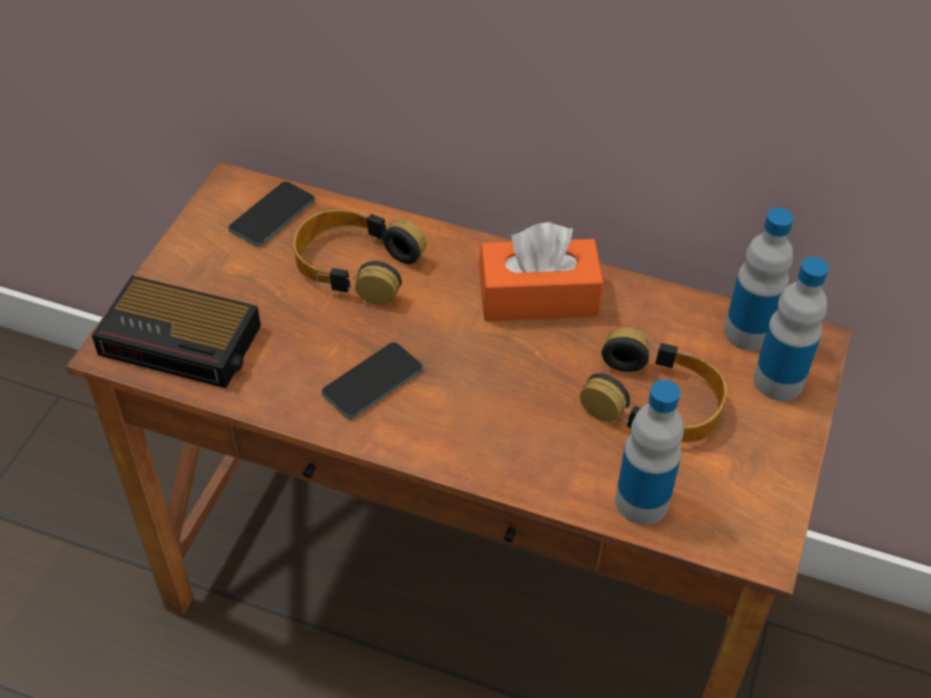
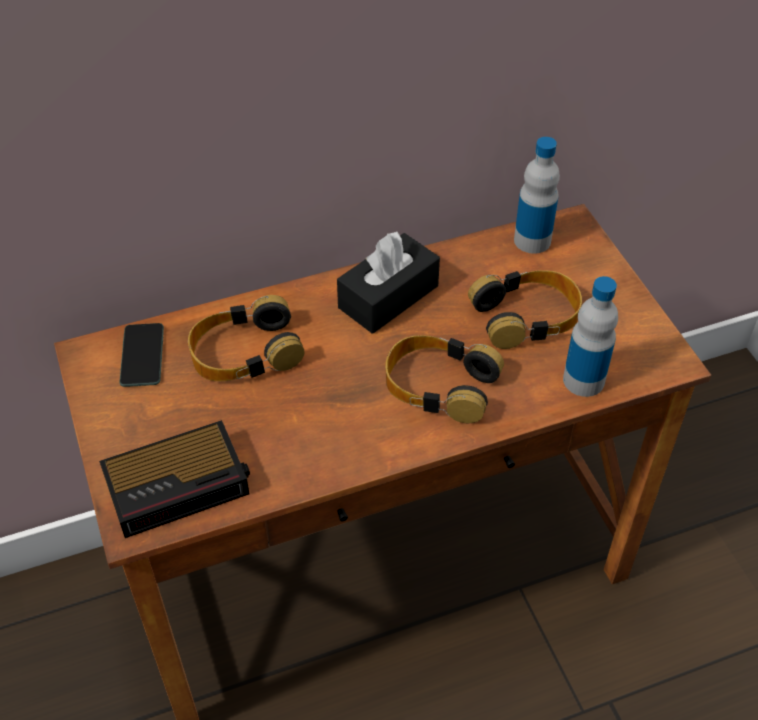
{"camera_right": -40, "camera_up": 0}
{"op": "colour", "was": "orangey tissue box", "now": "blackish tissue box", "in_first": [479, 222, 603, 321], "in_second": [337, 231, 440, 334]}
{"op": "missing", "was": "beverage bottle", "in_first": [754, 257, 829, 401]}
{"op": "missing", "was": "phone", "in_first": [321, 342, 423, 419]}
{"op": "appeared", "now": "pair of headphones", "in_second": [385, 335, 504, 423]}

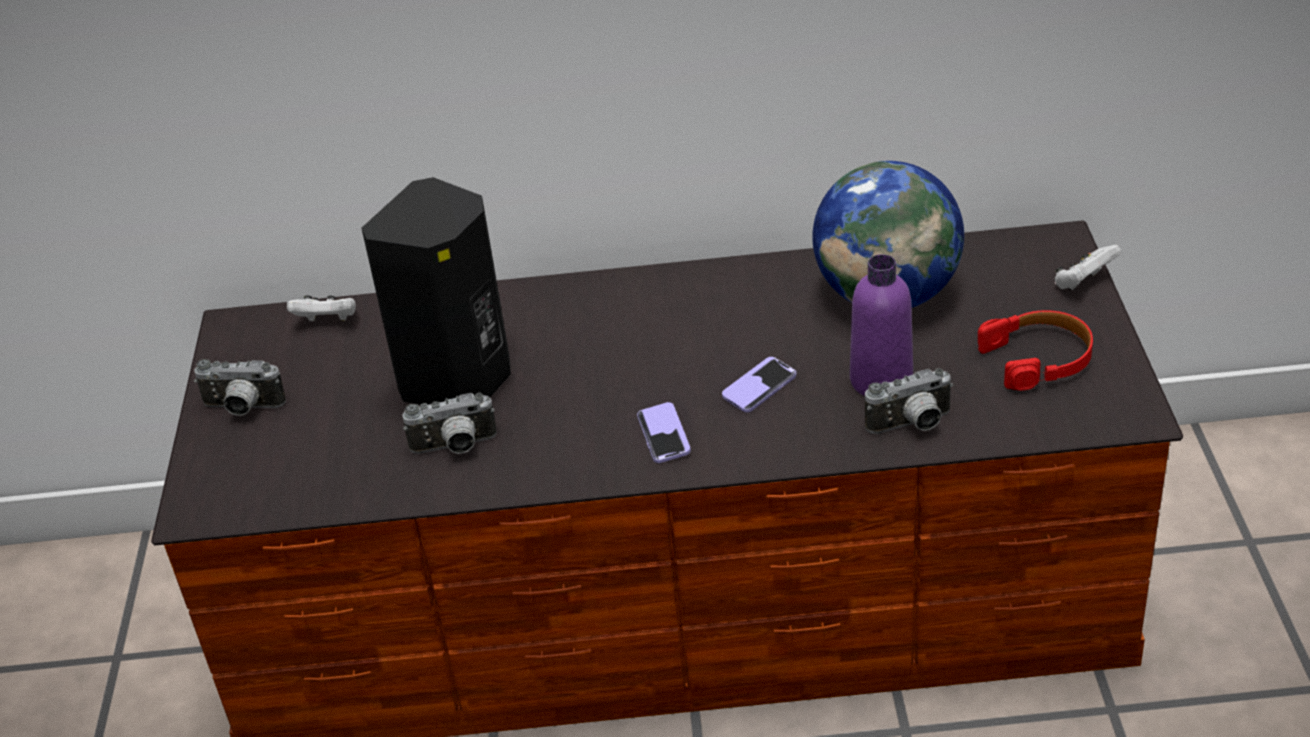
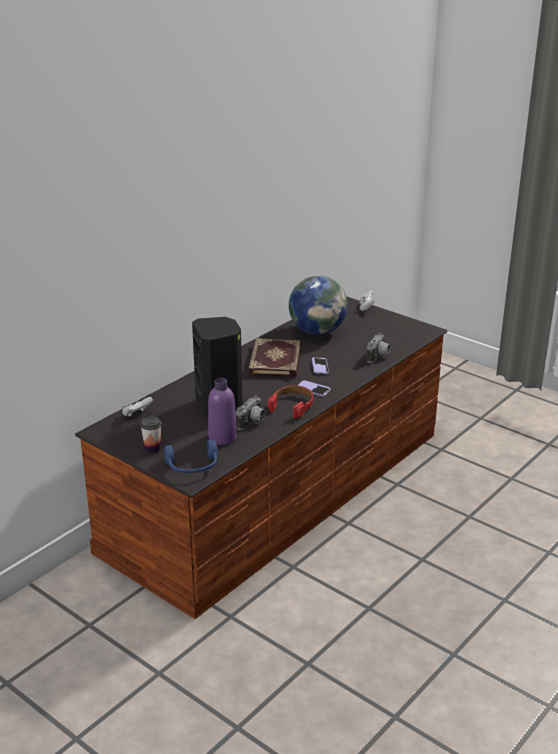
{"camera_right": -50, "camera_up": -10}
{"op": "relocated", "was": "purplish beverage bottle", "in_first": [850, 254, 913, 396], "in_second": [208, 378, 237, 445]}
{"op": "relocated", "was": "red-coloured pair of headphones", "in_first": [978, 310, 1093, 391], "in_second": [267, 385, 313, 419]}
{"op": "exchanged", "was": "photo camera", "now": "drinking cup", "in_first": [194, 359, 286, 416], "in_second": [140, 416, 162, 454]}
{"op": "appeared", "now": "volume", "in_second": [249, 338, 302, 378]}
{"op": "appeared", "now": "blue pair of headphones", "in_second": [164, 440, 218, 473]}

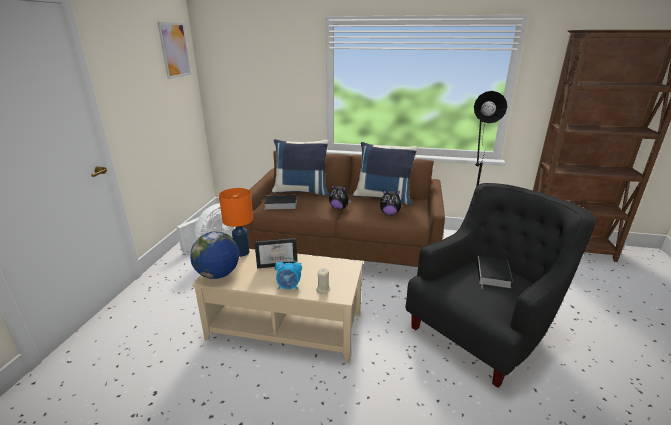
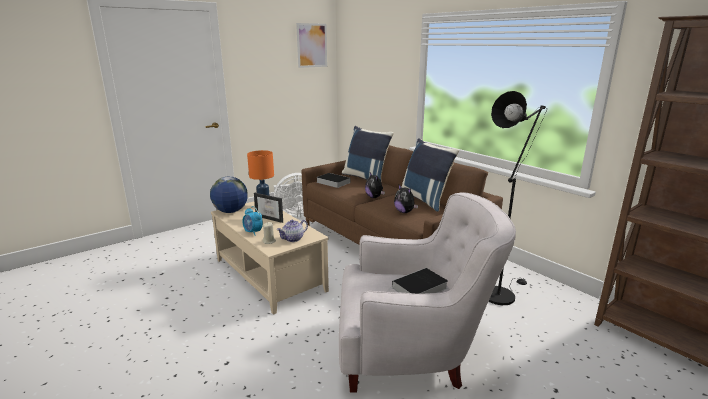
{"camera_right": 40, "camera_up": -5}
{"op": "colour", "was": "blackish armchair", "now": "white armchair", "in_first": [406, 183, 596, 388], "in_second": [339, 192, 516, 393]}
{"op": "appeared", "now": "teapot", "in_second": [277, 220, 308, 242]}

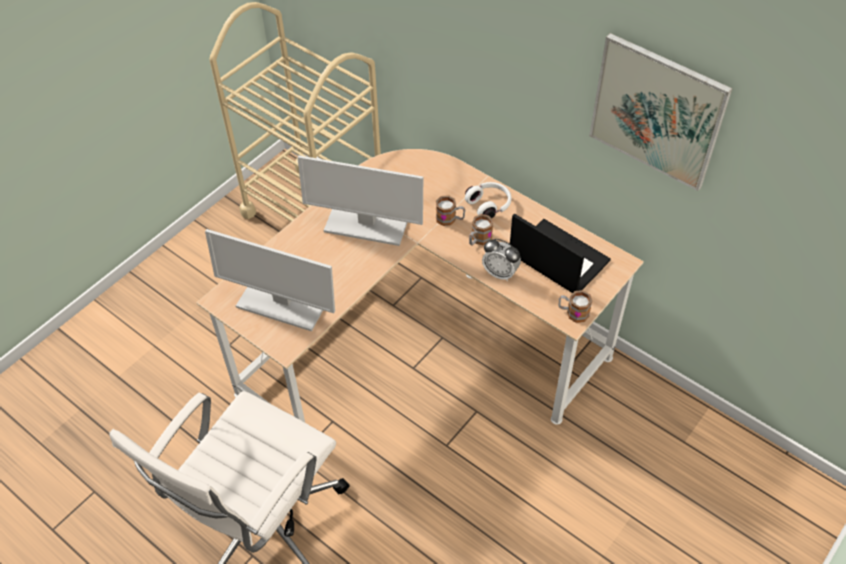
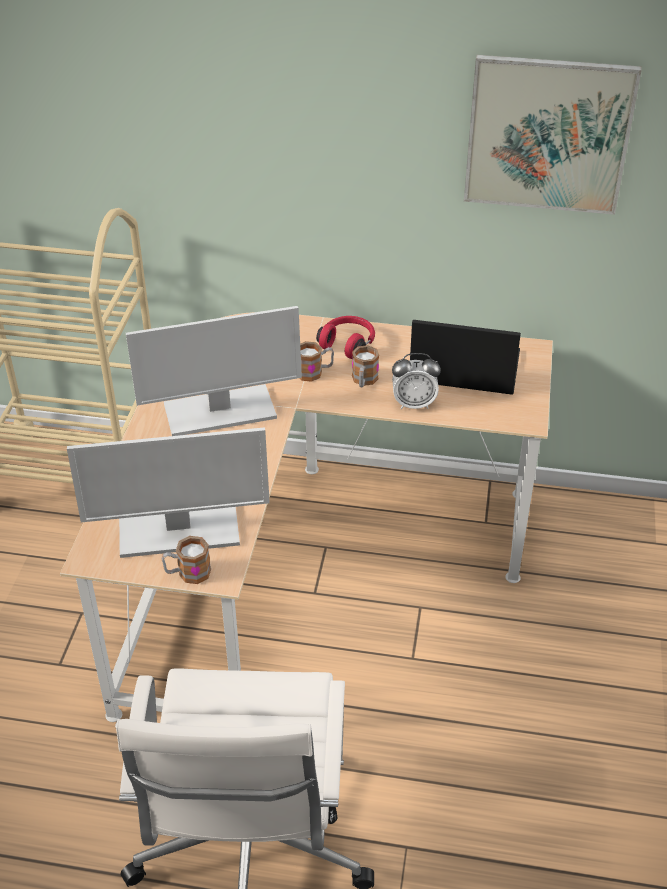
{"camera_right": -30, "camera_up": -10}
{"op": "colour", "was": "white pair of headphones", "now": "red-coloured pair of headphones", "in_first": [465, 182, 511, 219], "in_second": [316, 316, 375, 359]}
{"op": "relocated", "was": "coffee mug", "in_first": [559, 290, 593, 323], "in_second": [162, 536, 211, 584]}

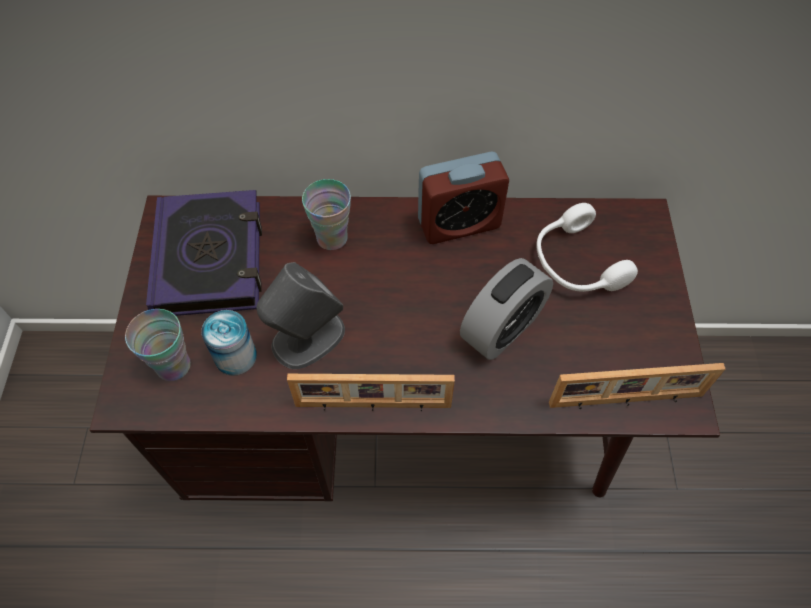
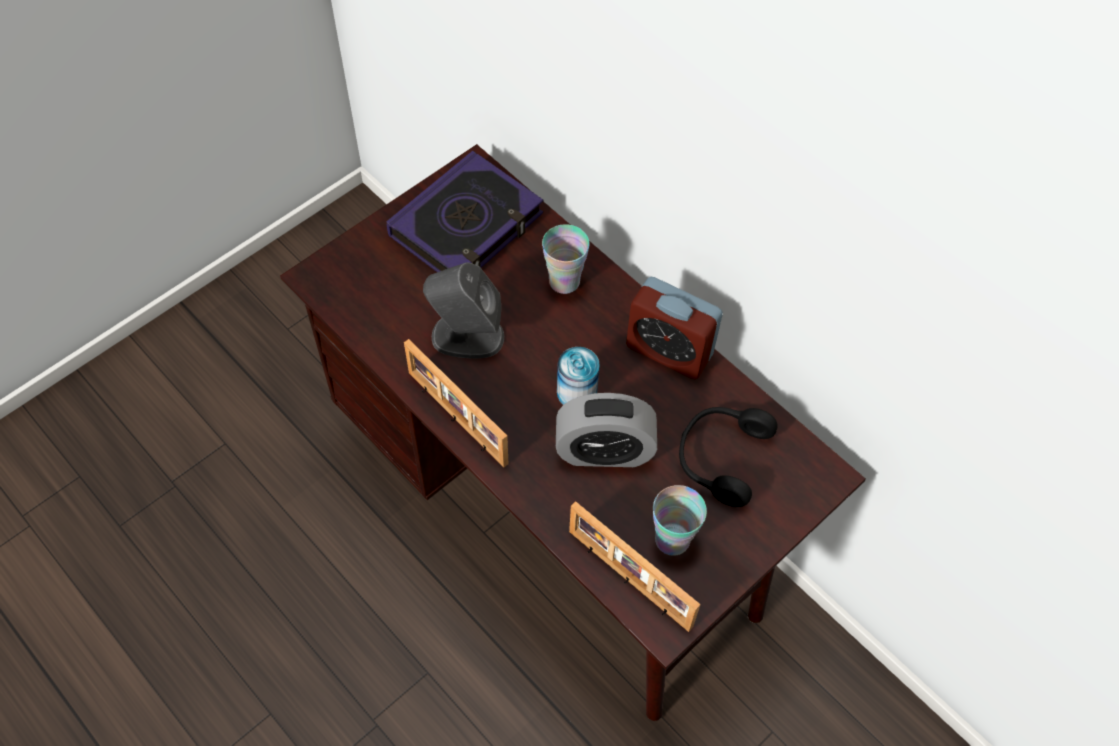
{"camera_right": 45, "camera_up": 0}
{"op": "colour", "was": "white pair of headphones", "now": "blackish pair of headphones", "in_first": [536, 203, 638, 292], "in_second": [679, 407, 778, 507]}
{"op": "relocated", "was": "drinking cup", "in_first": [125, 309, 191, 381], "in_second": [653, 485, 707, 556]}
{"op": "relocated", "was": "can", "in_first": [201, 310, 257, 376], "in_second": [557, 347, 600, 405]}

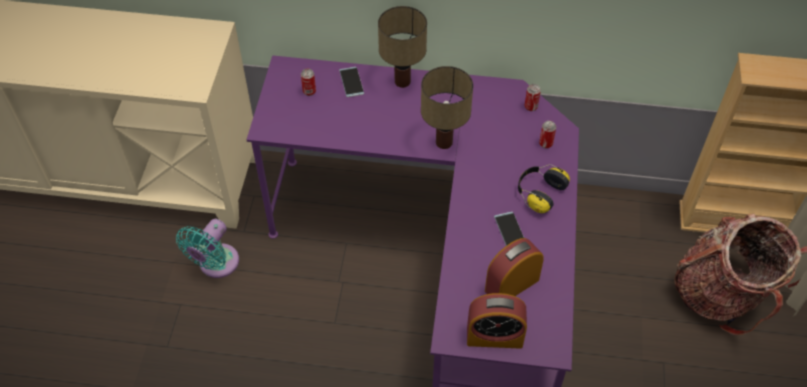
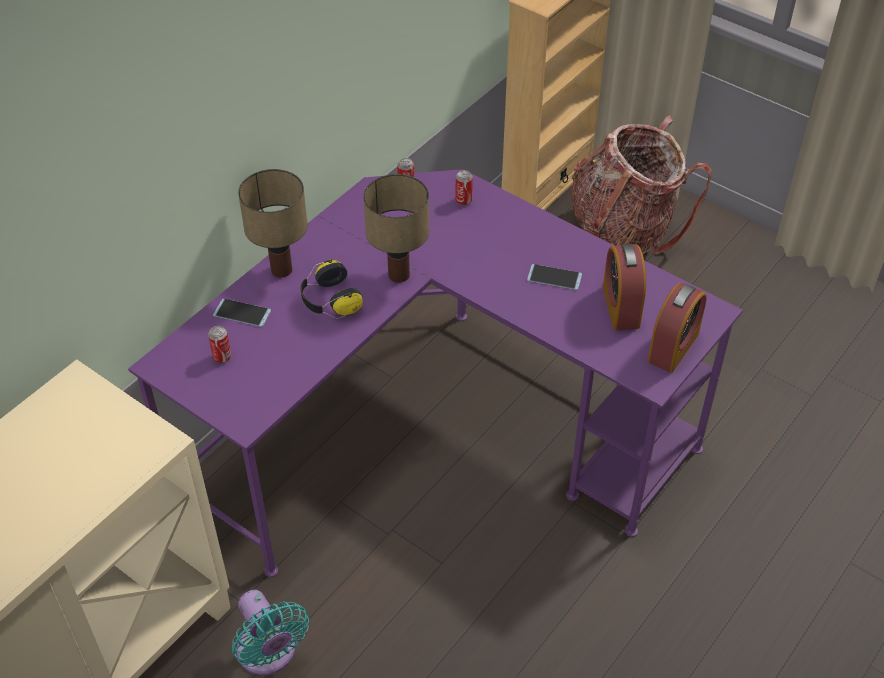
{"camera_right": -60, "camera_up": -5}
{"op": "relocated", "was": "pair of headphones", "in_first": [518, 164, 570, 213], "in_second": [301, 259, 363, 319]}

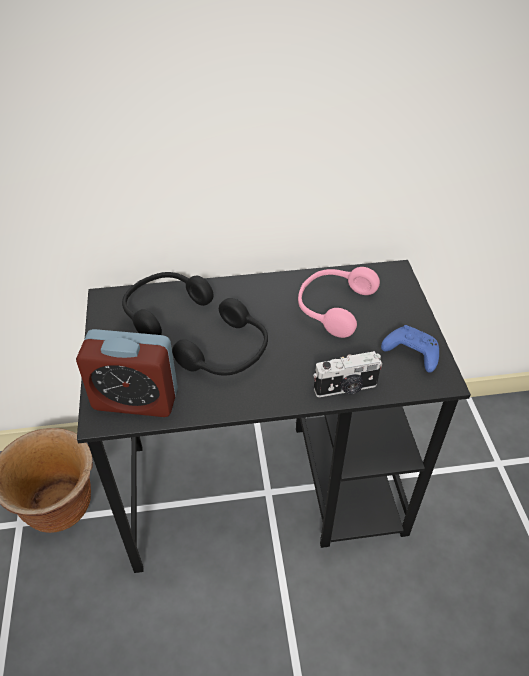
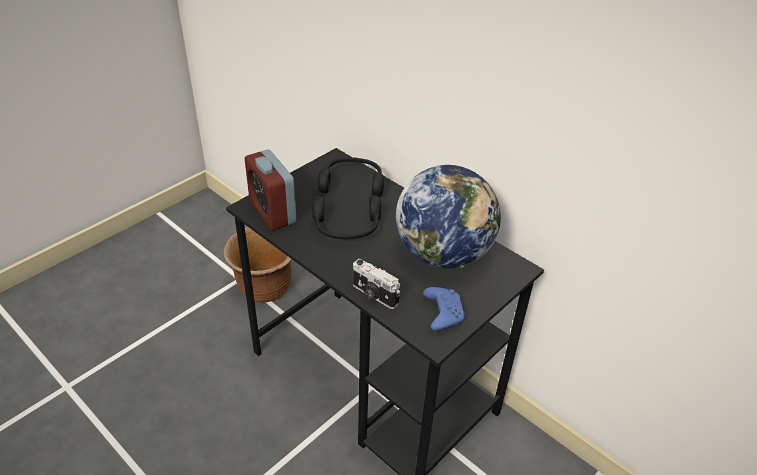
{"camera_right": 50, "camera_up": -5}
{"op": "exchanged", "was": "pinkish pair of headphones", "now": "world globe", "in_first": [298, 267, 380, 338], "in_second": [396, 165, 501, 269]}

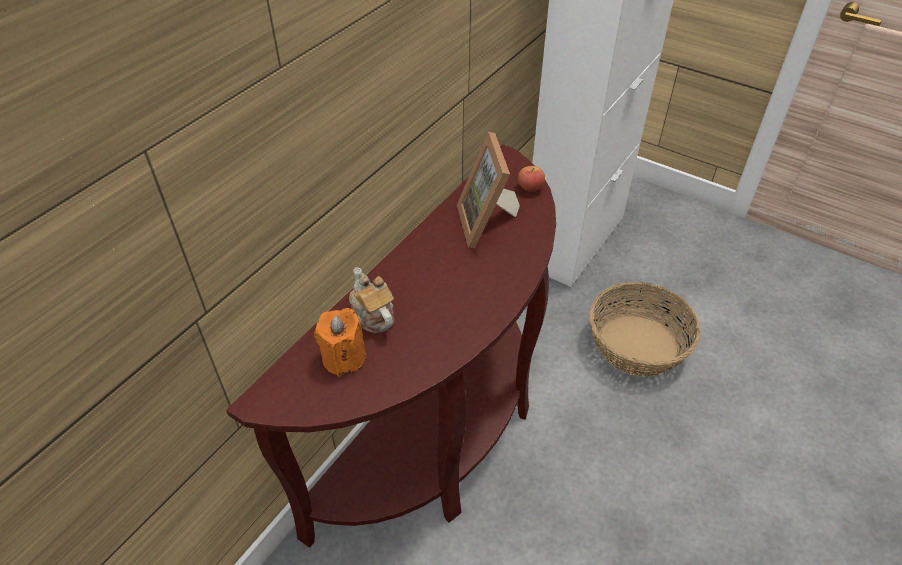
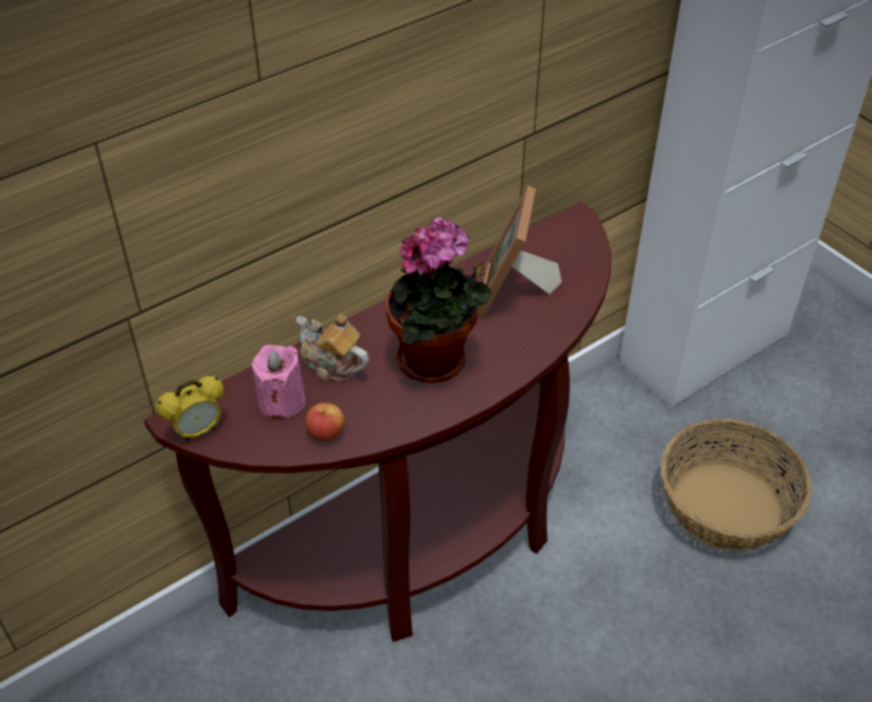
{"camera_right": 20, "camera_up": 0}
{"op": "relocated", "was": "apple", "in_first": [518, 166, 545, 192], "in_second": [305, 403, 345, 441]}
{"op": "spun", "was": "teapot", "in_first": [349, 267, 394, 333], "in_second": [296, 314, 369, 382], "clockwise": -45}
{"op": "colour", "was": "orangey wax light", "now": "pinkish wax light", "in_first": [314, 308, 367, 377], "in_second": [251, 344, 306, 419]}
{"op": "appeared", "now": "plant in a pot", "in_second": [385, 217, 492, 383]}
{"op": "appeared", "now": "alarm clock", "in_second": [156, 376, 224, 441]}

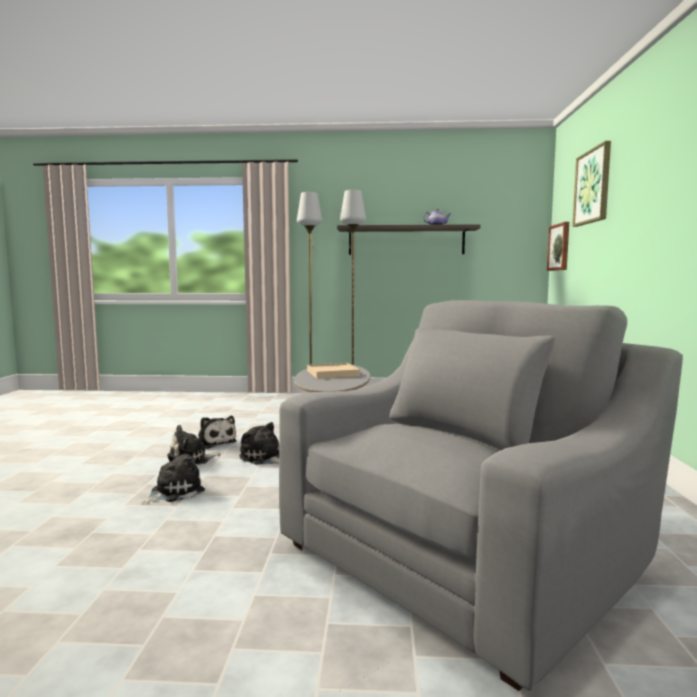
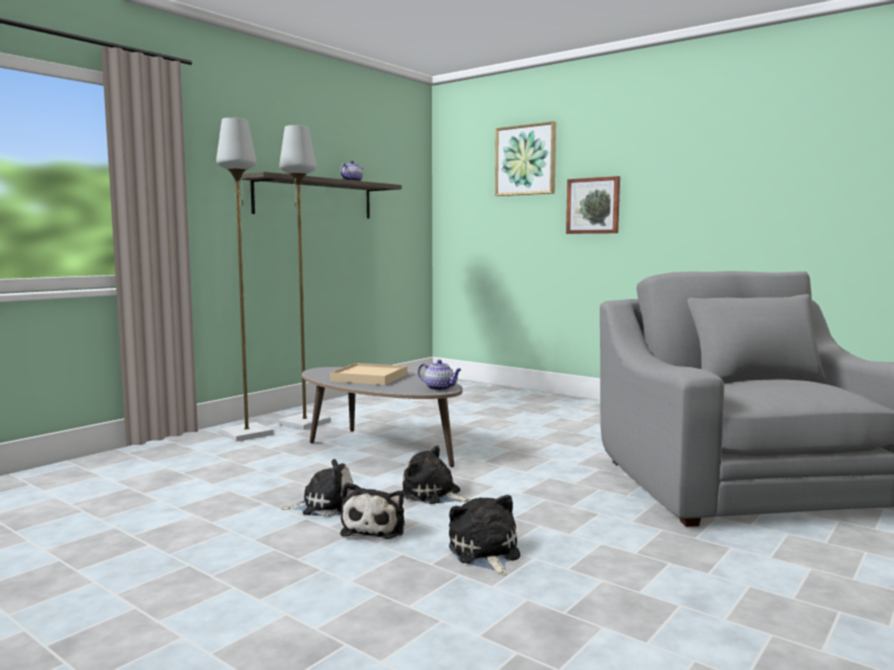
{"camera_right": -55, "camera_up": 0}
{"op": "relocated", "was": "picture", "in_first": [547, 222, 569, 271], "in_second": [566, 176, 620, 234]}
{"op": "spun", "was": "plush toy", "in_first": [239, 422, 279, 465], "in_second": [402, 445, 470, 504], "clockwise": 45}
{"op": "appeared", "now": "teapot", "in_second": [418, 360, 462, 391]}

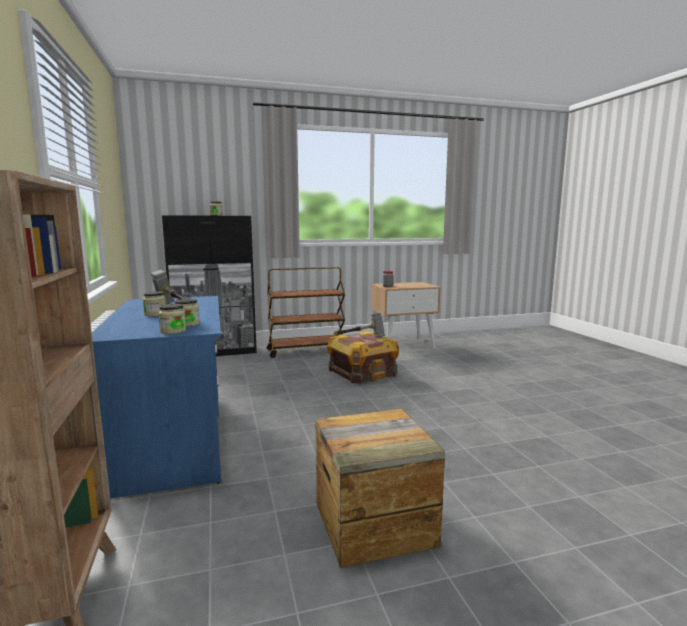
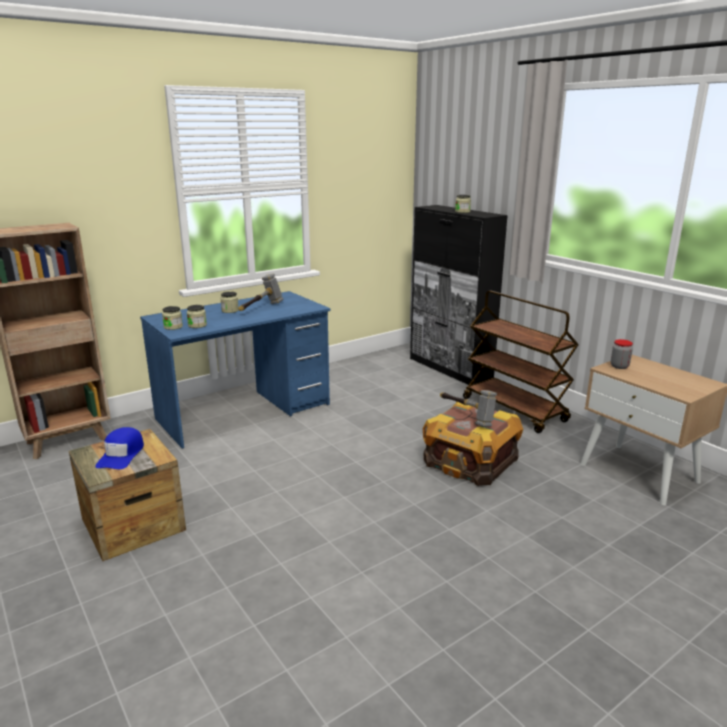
{"camera_right": 70, "camera_up": 10}
{"op": "appeared", "now": "blue cap", "in_second": [96, 427, 144, 469]}

